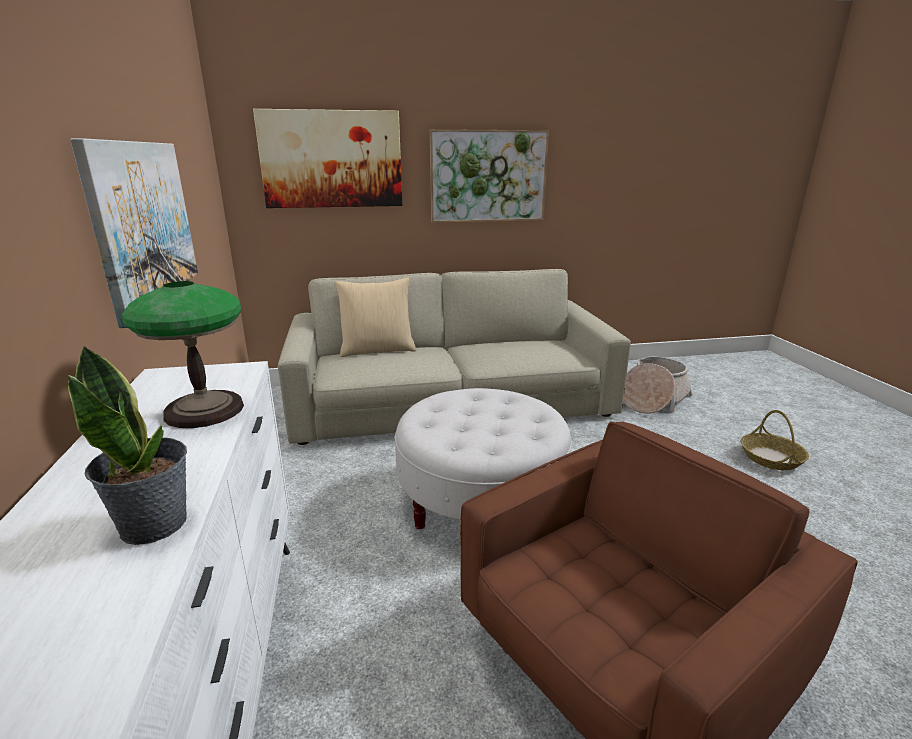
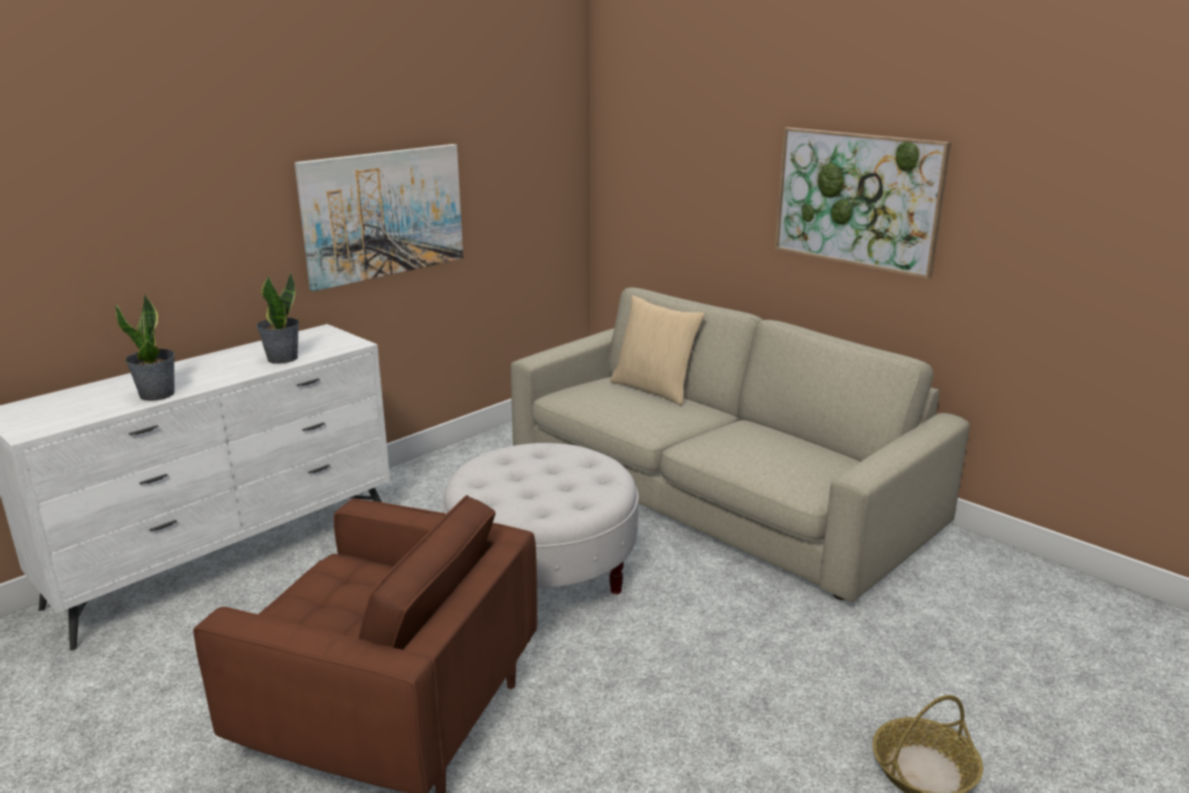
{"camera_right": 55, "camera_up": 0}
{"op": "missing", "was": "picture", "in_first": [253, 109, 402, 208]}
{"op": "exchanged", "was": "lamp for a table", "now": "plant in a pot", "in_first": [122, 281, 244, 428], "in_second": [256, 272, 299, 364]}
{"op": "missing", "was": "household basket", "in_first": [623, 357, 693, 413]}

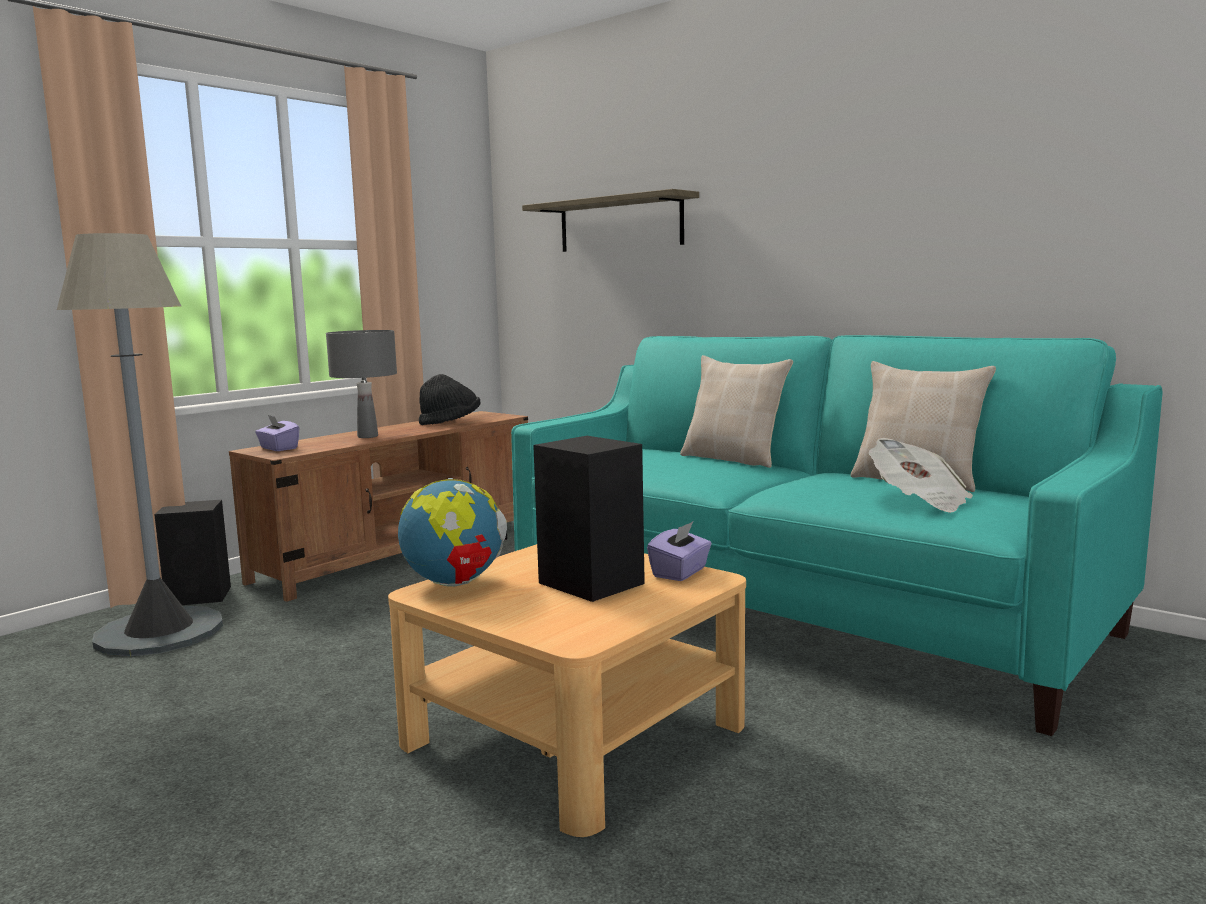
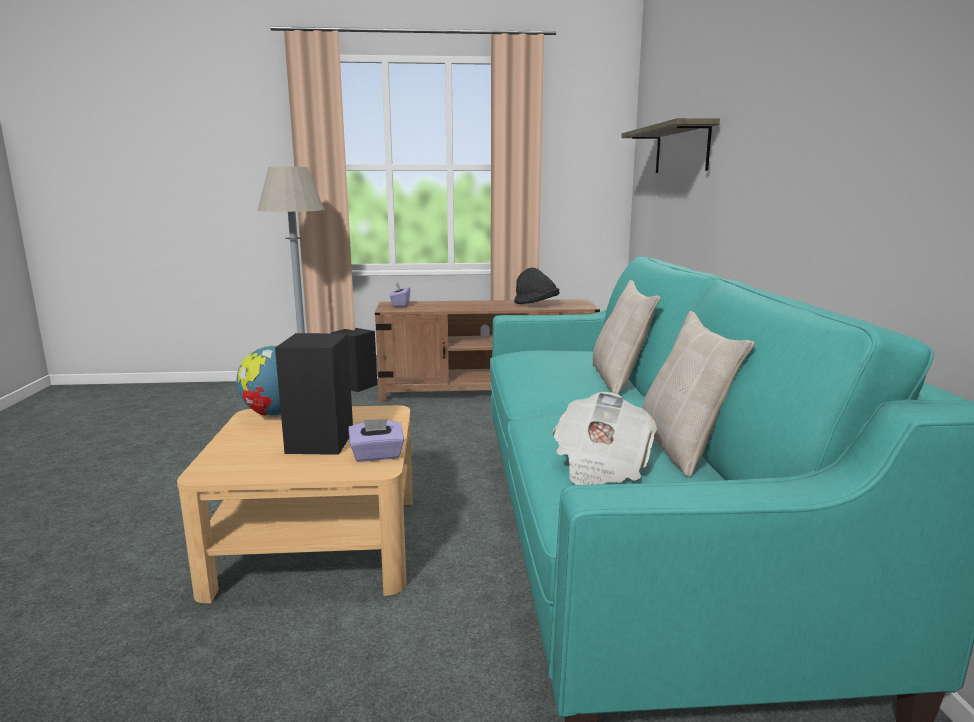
{"camera_right": 45, "camera_up": 5}
{"op": "missing", "was": "grey lamp for a table", "in_first": [326, 330, 397, 438]}

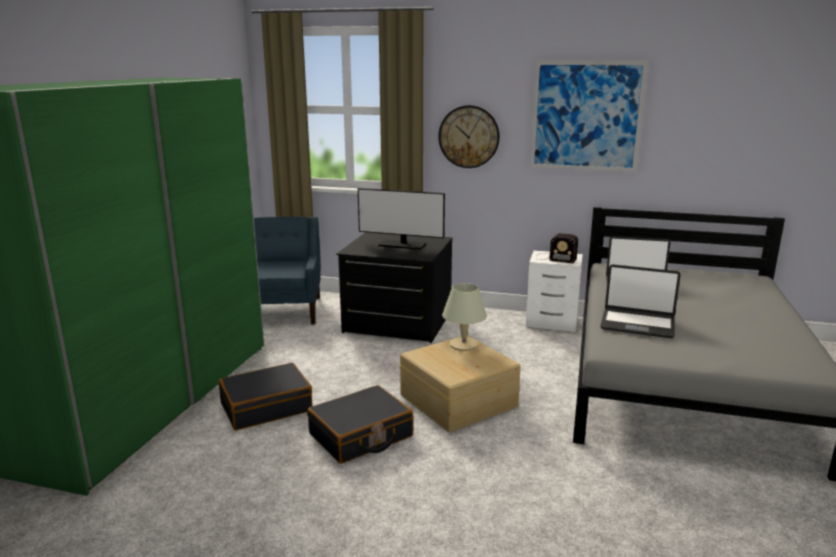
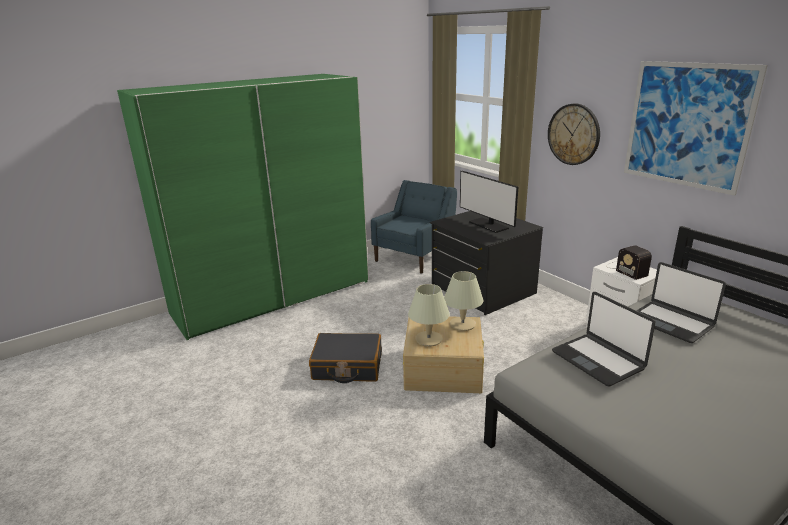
{"camera_right": 40, "camera_up": 5}
{"op": "missing", "was": "blackish travel case", "in_first": [218, 363, 312, 430]}
{"op": "appeared", "now": "sand-coloured lamp for a table", "in_second": [408, 284, 450, 347]}

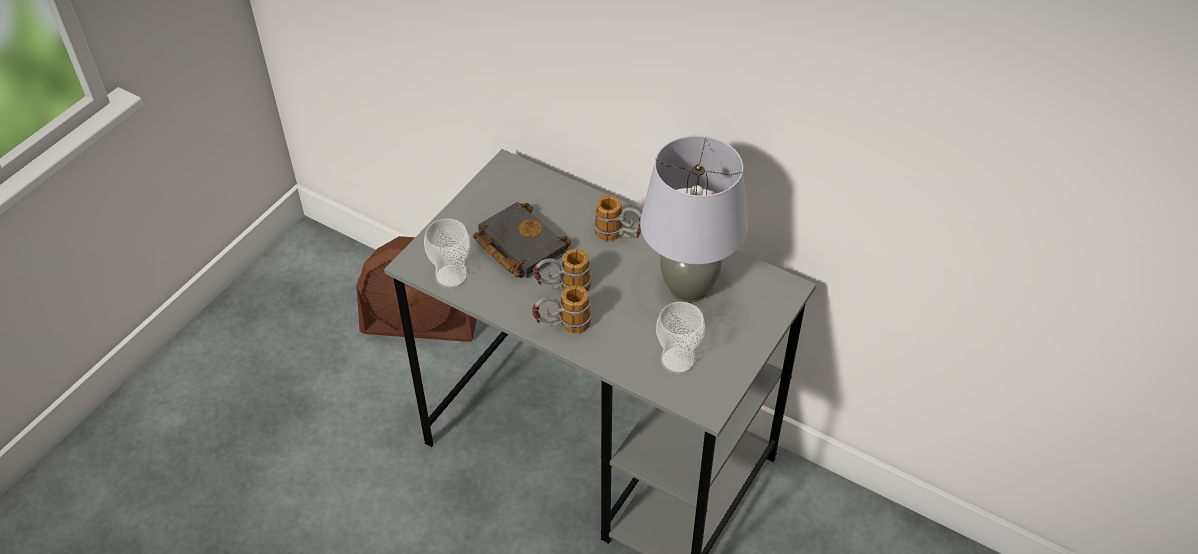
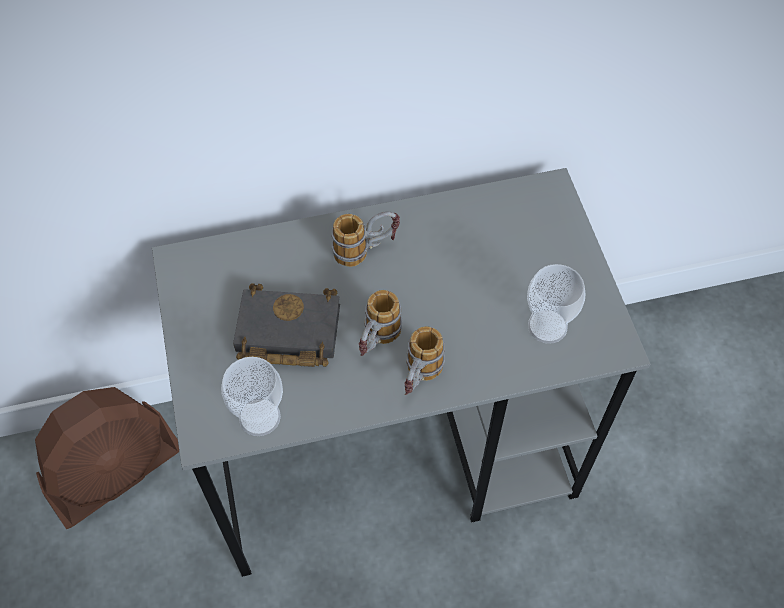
{"camera_right": -45, "camera_up": 10}
{"op": "missing", "was": "grey lamp for a table", "in_first": [640, 135, 748, 303]}

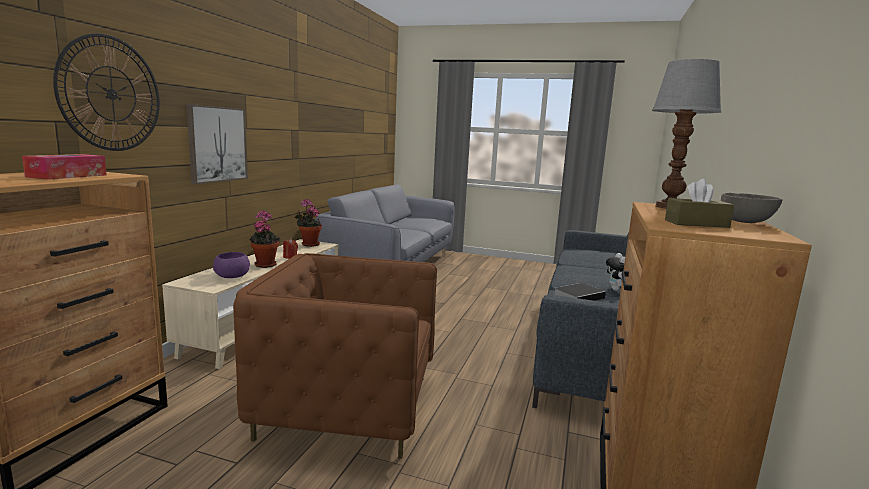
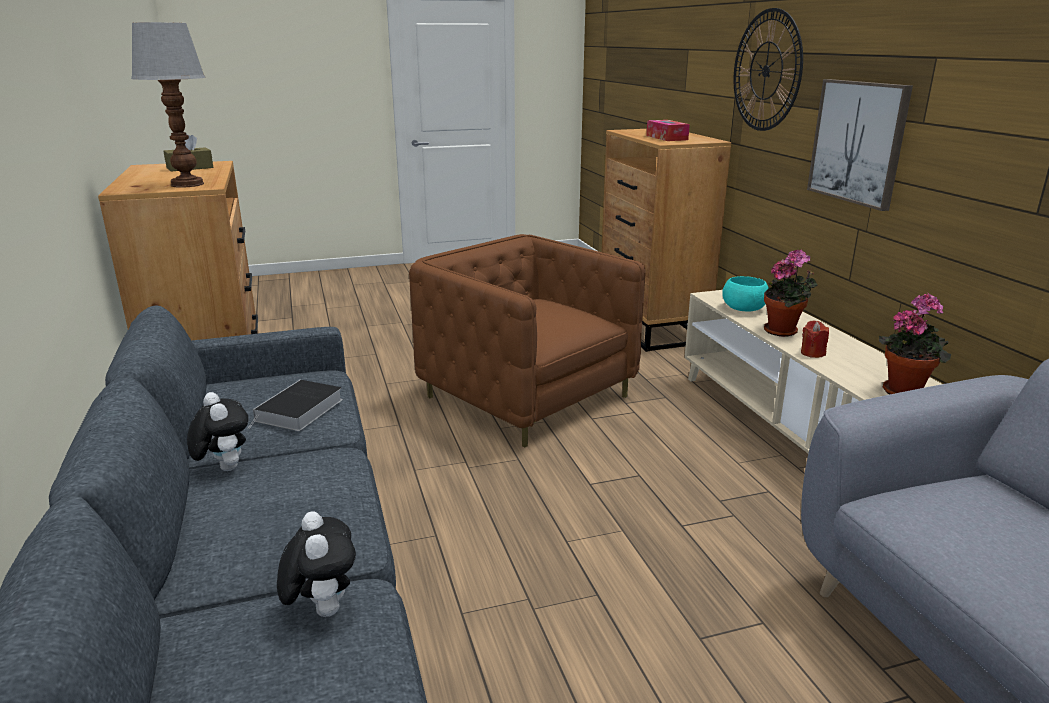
{"camera_right": 145, "camera_up": 10}
{"op": "missing", "was": "grey deep dish", "in_first": [721, 193, 782, 223]}
{"op": "colour", "was": "purplish deep dish", "now": "turquoise deep dish", "in_first": [213, 252, 250, 278], "in_second": [722, 276, 769, 312]}
{"op": "spun", "was": "brown armchair", "in_first": [233, 253, 437, 458], "in_second": [409, 234, 646, 448], "clockwise": -105}
{"op": "appeared", "now": "plush toy", "in_second": [277, 512, 356, 617]}

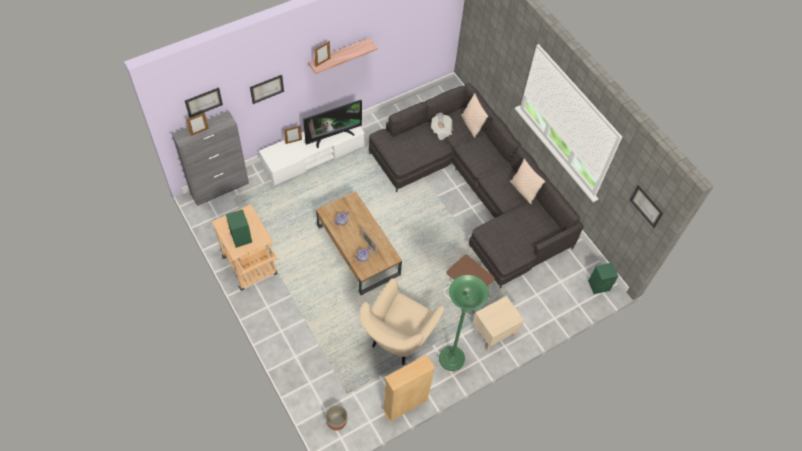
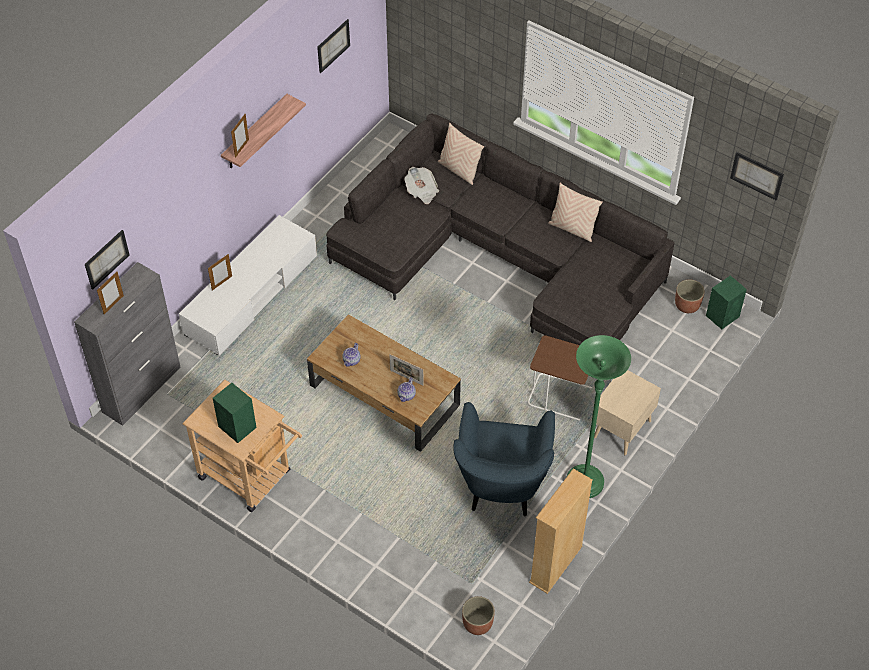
{"camera_right": -20, "camera_up": -5}
{"op": "relocated", "was": "picture", "in_first": [250, 75, 284, 104], "in_second": [317, 19, 350, 73]}
{"op": "missing", "was": "television", "in_first": [303, 100, 362, 148]}
{"op": "colour", "was": "sand-coloured armchair", "now": "blue armchair", "in_first": [359, 278, 445, 365], "in_second": [453, 402, 555, 516]}
{"op": "appeared", "now": "planter", "in_second": [675, 279, 705, 313]}

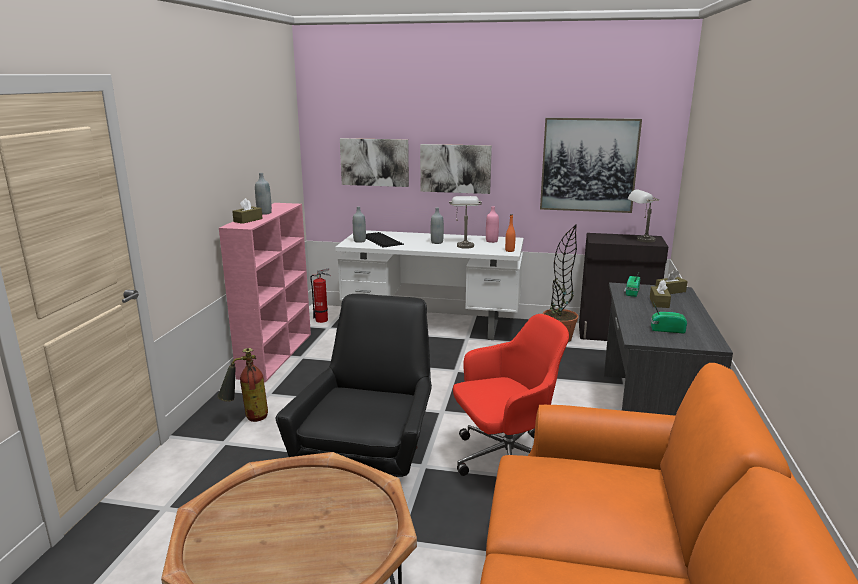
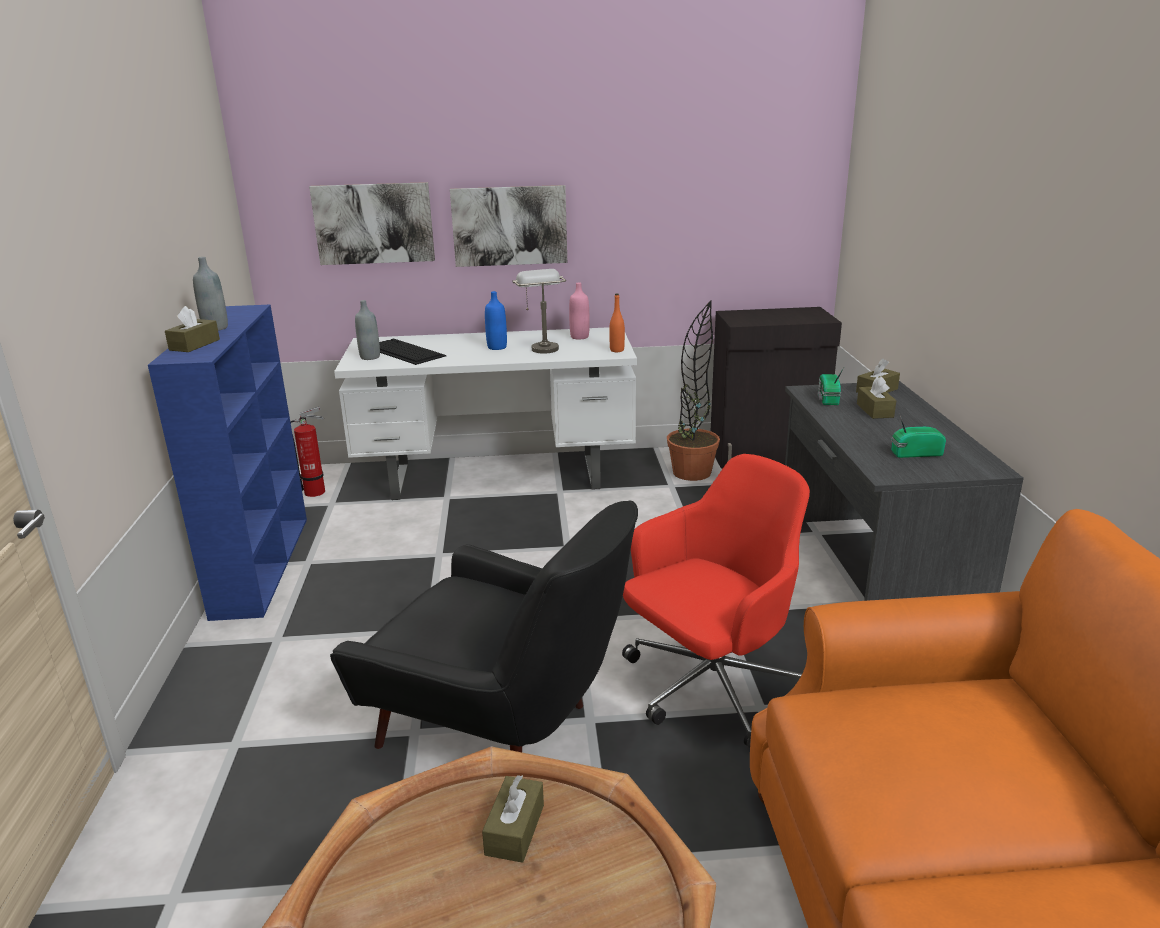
{"camera_right": -15, "camera_up": 5}
{"op": "missing", "was": "picture", "in_first": [540, 118, 642, 213]}
{"op": "missing", "was": "grey lamp for a table", "in_first": [628, 189, 659, 242]}
{"op": "colour", "was": "pinkish bookcase", "now": "blue bookcase", "in_first": [219, 203, 311, 382], "in_second": [148, 304, 307, 621]}
{"op": "colour", "was": "grey beverage bottle", "now": "blue beverage bottle", "in_first": [431, 207, 444, 244], "in_second": [485, 291, 507, 350]}
{"op": "spun", "was": "blackish armchair", "in_first": [275, 294, 432, 477], "in_second": [330, 500, 638, 752], "clockwise": 120}
{"op": "missing", "was": "extinguisher", "in_first": [217, 348, 268, 422]}
{"op": "appeared", "now": "brown tissue box", "in_second": [482, 775, 544, 863]}

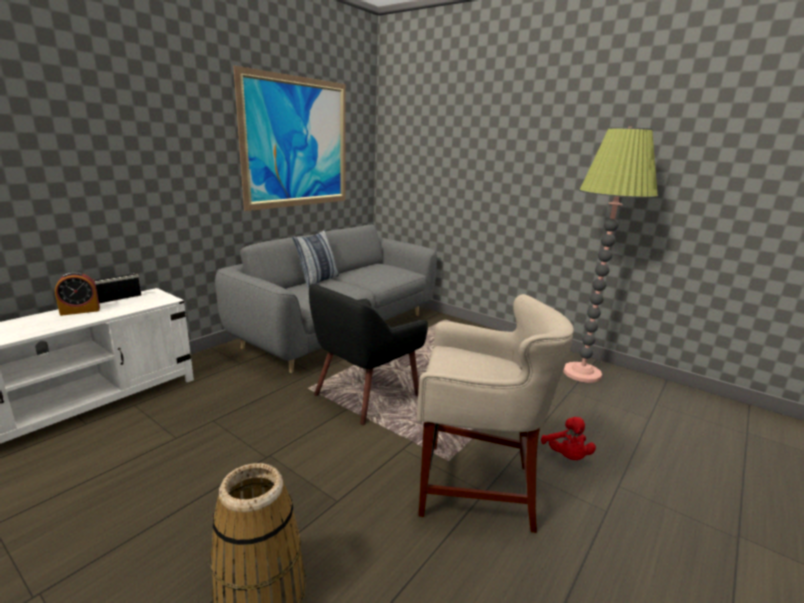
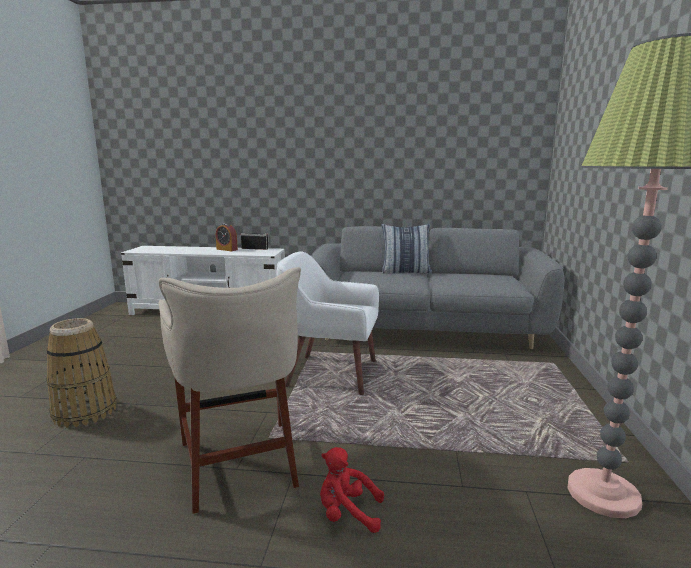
{"camera_right": 60, "camera_up": -5}
{"op": "missing", "was": "picture", "in_first": [233, 65, 346, 211]}
{"op": "colour", "was": "blackish armchair", "now": "white armchair", "in_first": [309, 284, 428, 425], "in_second": [277, 251, 379, 395]}
{"op": "spun", "was": "red-coloured plush toy", "in_first": [541, 417, 596, 460], "in_second": [320, 447, 384, 533], "clockwise": 45}

